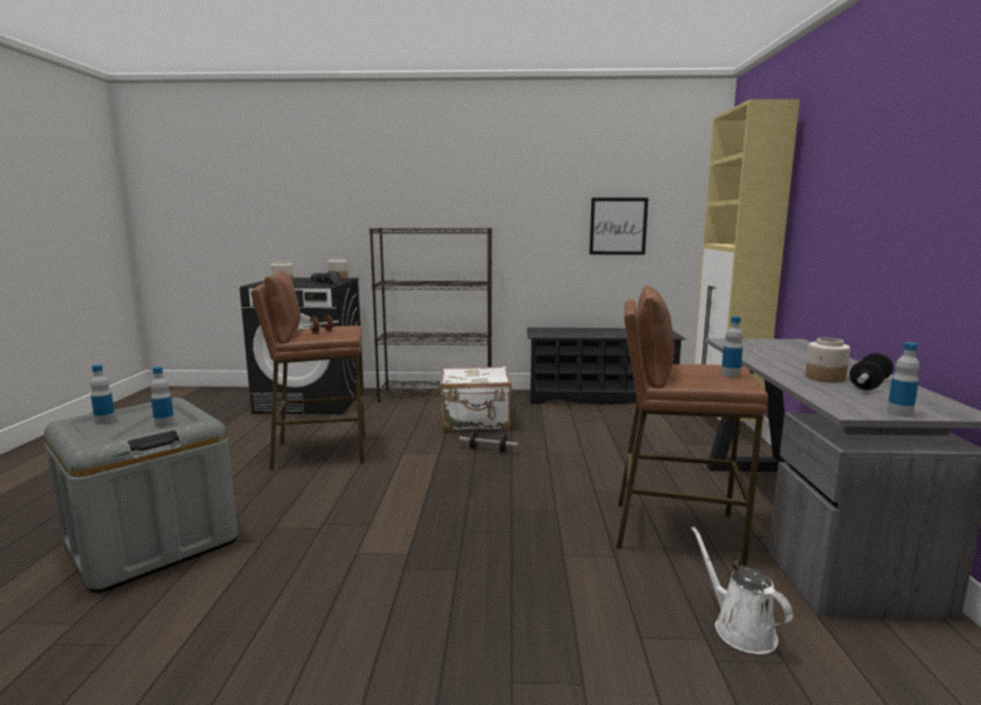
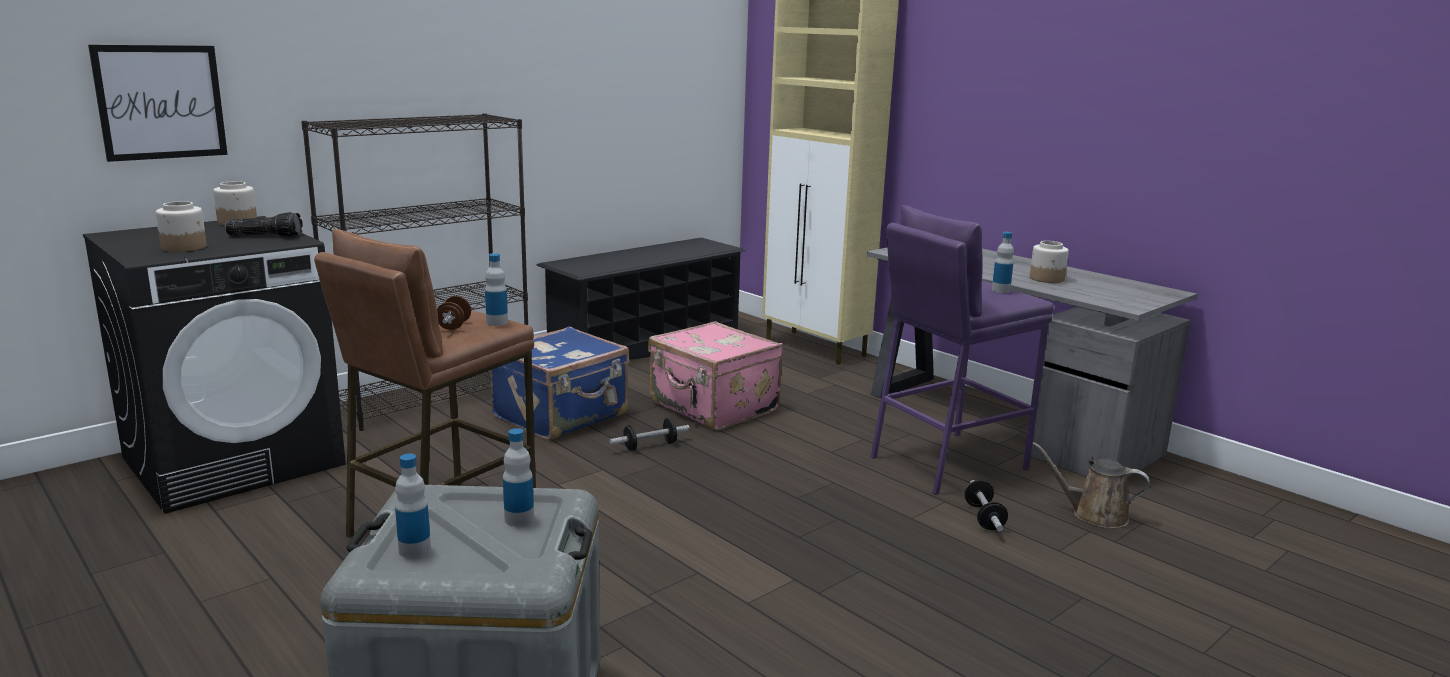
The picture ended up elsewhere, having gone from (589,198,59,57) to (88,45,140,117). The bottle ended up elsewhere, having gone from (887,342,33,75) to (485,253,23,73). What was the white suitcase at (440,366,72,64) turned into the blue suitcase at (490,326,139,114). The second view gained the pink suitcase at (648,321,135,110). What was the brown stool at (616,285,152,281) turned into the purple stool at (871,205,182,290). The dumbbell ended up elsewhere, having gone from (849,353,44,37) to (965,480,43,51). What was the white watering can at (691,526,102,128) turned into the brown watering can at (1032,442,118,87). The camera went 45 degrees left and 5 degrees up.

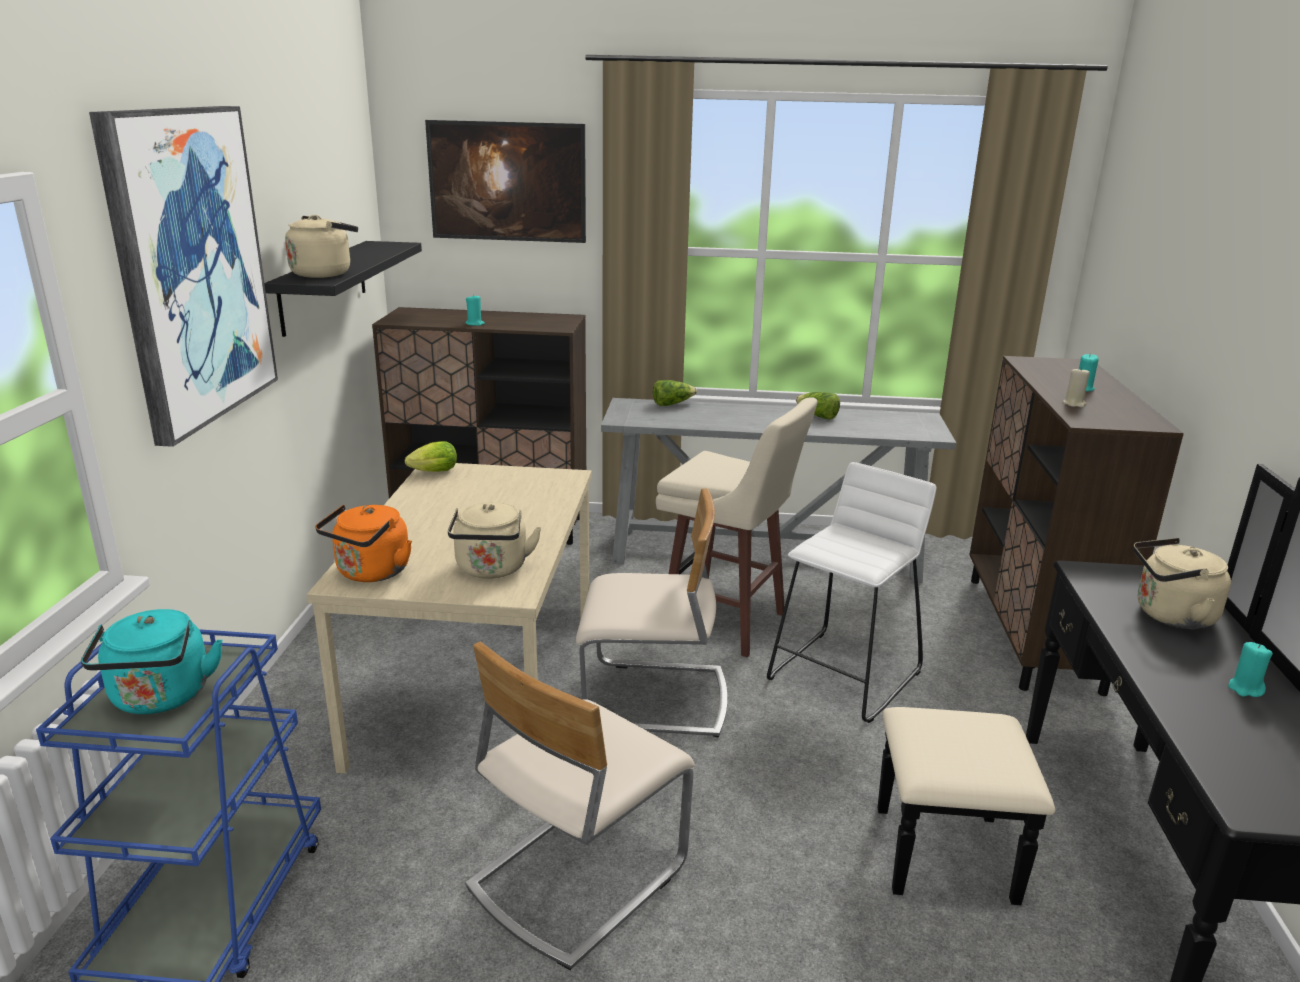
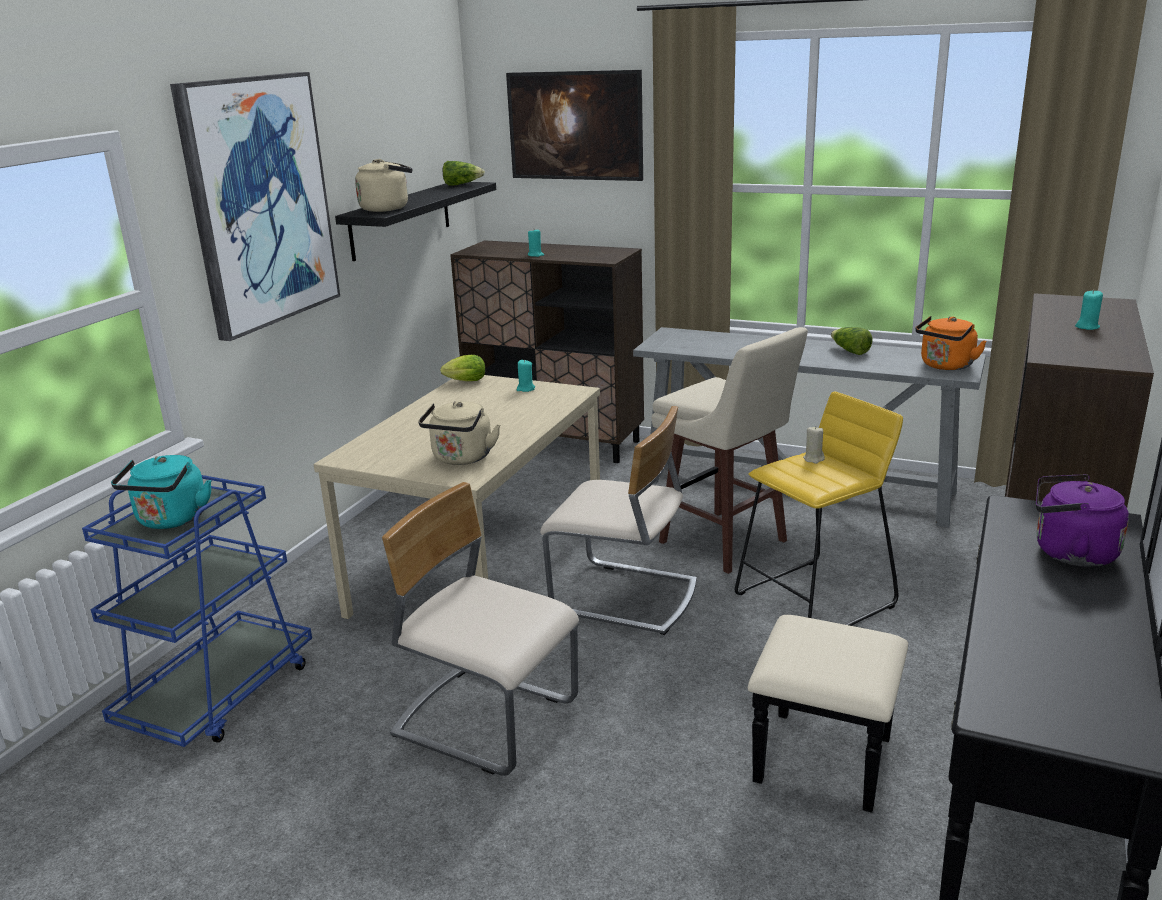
The beige chair at (465,642,230,328) ended up facing another way, 60 degrees clockwise from before. The lettuce ended up elsewhere, having gone from (653,380,44,26) to (443,161,42,25). The turquoise candle ended up elsewhere, having gone from (1228,642,45,55) to (517,360,18,32). What was the white stool at (767,462,169,261) turned into the yellow stool at (735,392,168,234). The beige candle ended up elsewhere, having gone from (1063,367,27,41) to (803,426,22,38). The orange kettle ended up elsewhere, having gone from (315,505,97,77) to (915,316,72,54). What was the beige kettle at (1134,538,97,91) turned into the purple kettle at (1036,474,93,93). The camera went 20 degrees right and 0 degrees up.

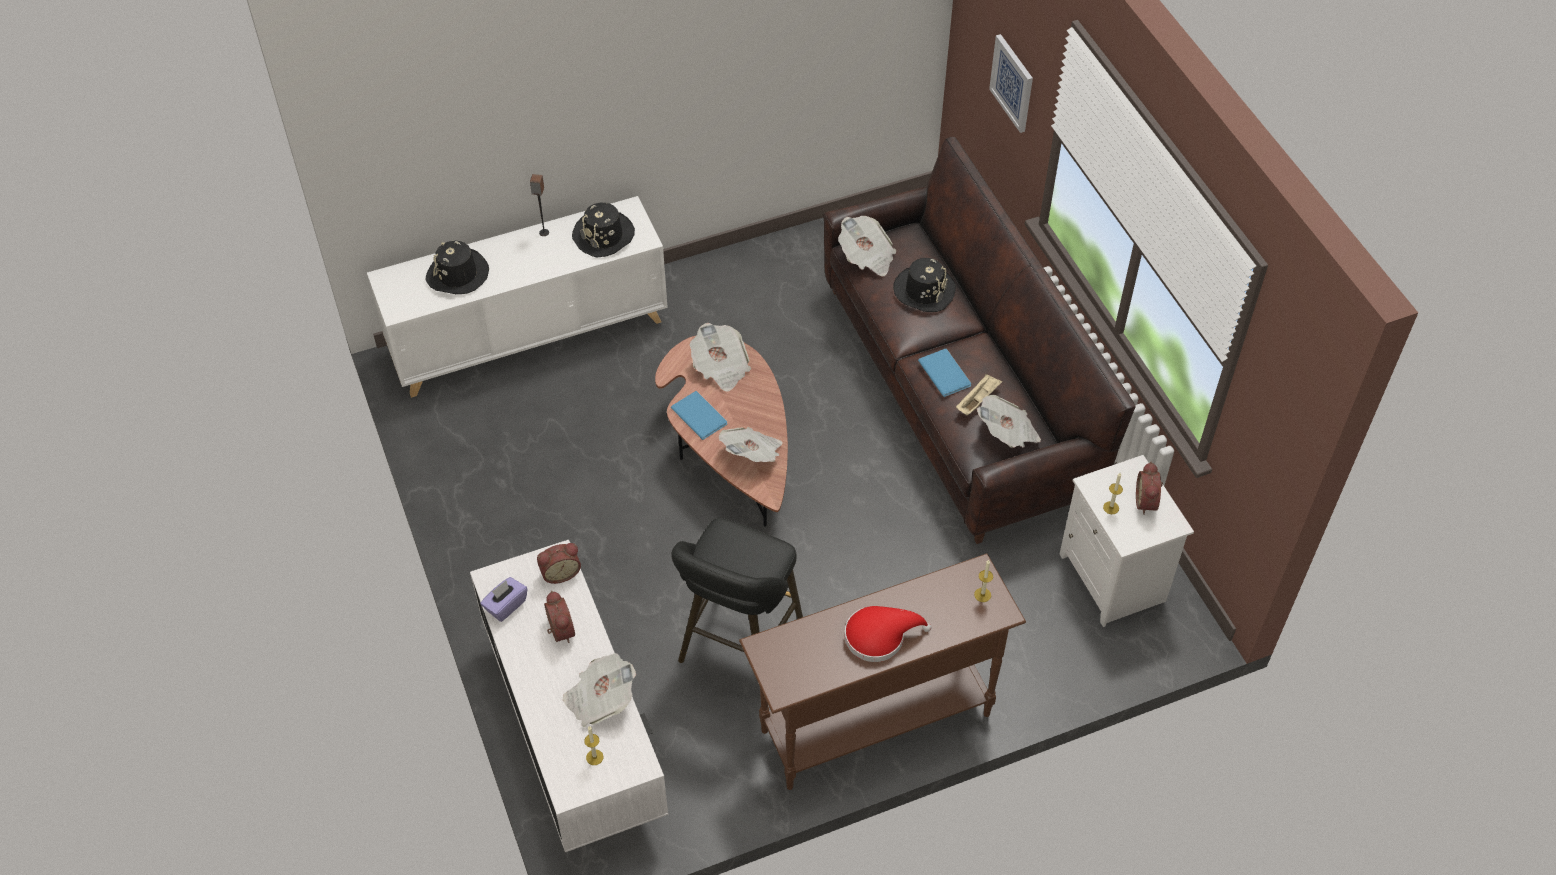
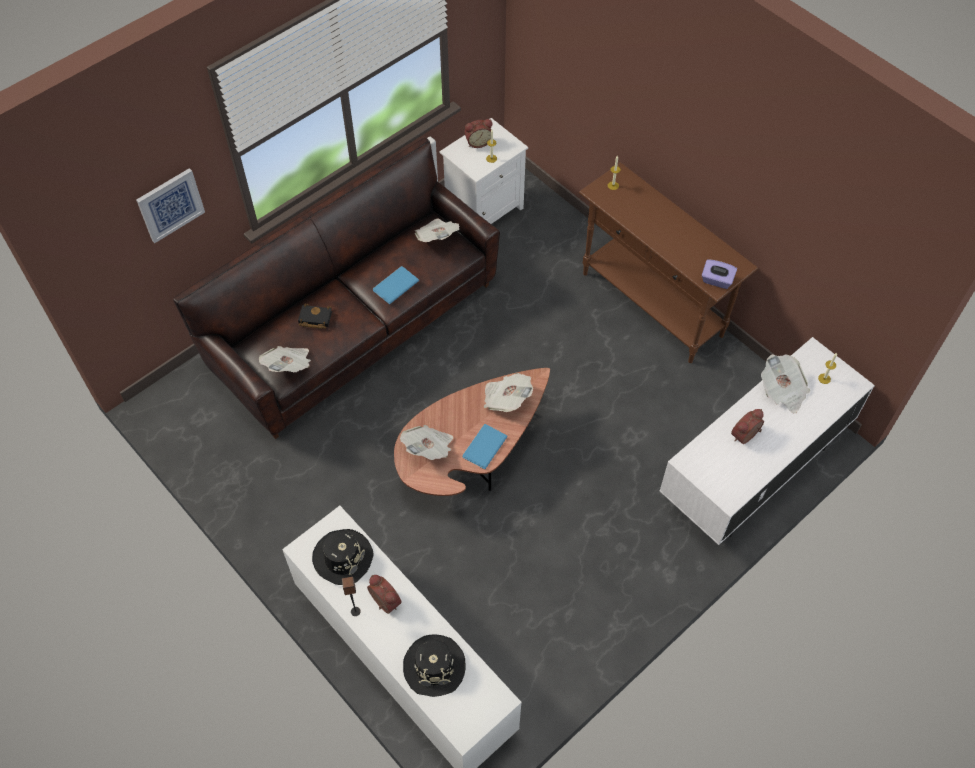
Where the black hat stood at (893,258,63,54), the black book came to stand at (298,304,34,25). The alarm clock ended up elsewhere, having gone from (537,543,44,41) to (367,575,35,39). The purple tissue box ended up elsewhere, having gone from (480,577,48,45) to (702,259,35,30). The second view lost the black stool at (671,518,132,145). The second view lost the red hat at (844,606,87,56). The second view lost the beige tray at (956,374,46,42). The camera went 110 degrees left and 5 degrees up.

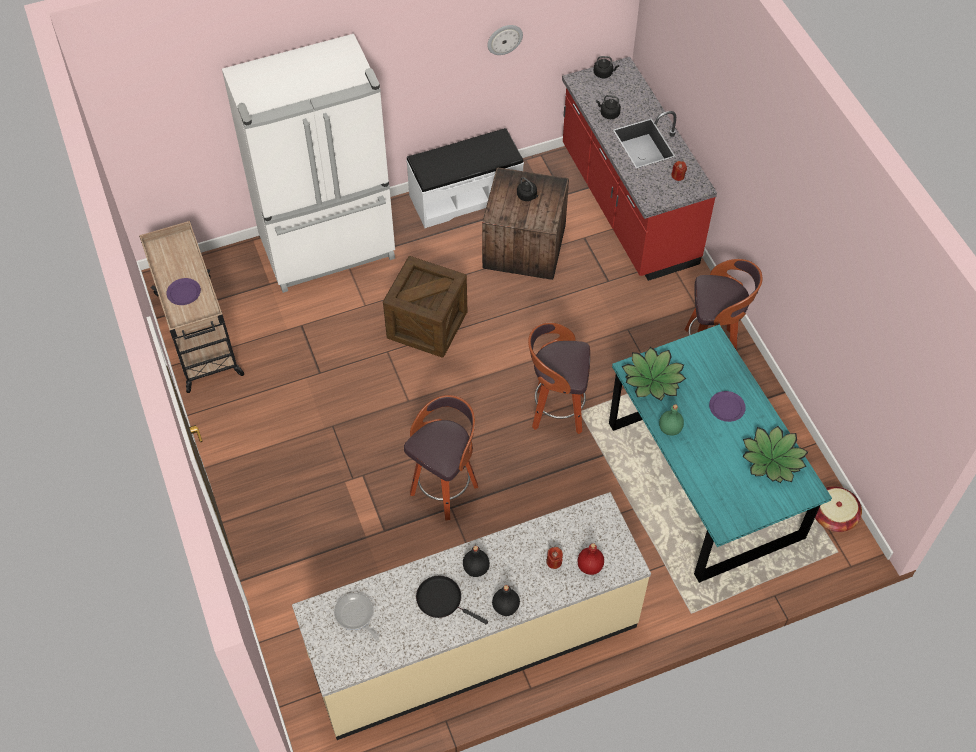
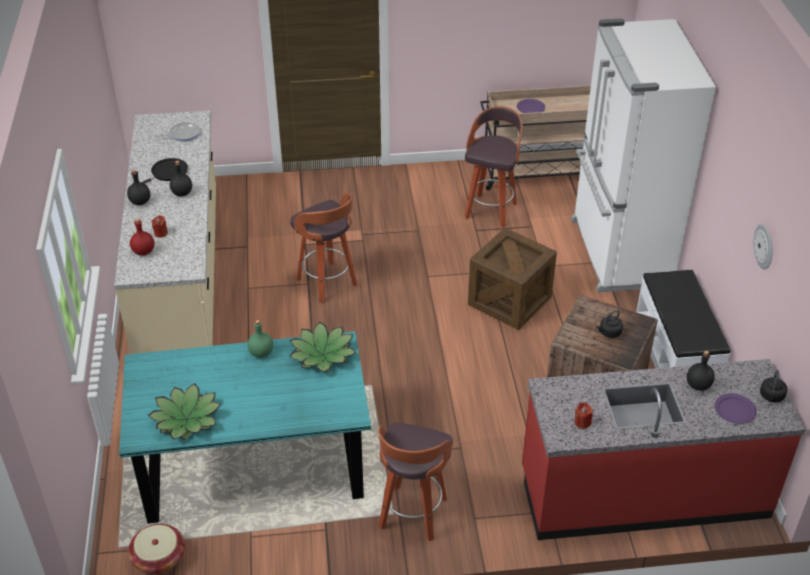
The stool ended up elsewhere, having gone from (528,323,62,111) to (465,106,58,121). Where the black kettle stood at (596,95,25,24), the black bottle came to stand at (687,351,28,40). The purple plate ended up elsewhere, having gone from (709,391,37,31) to (715,393,42,31). The camera went 105 degrees right and 15 degrees down.

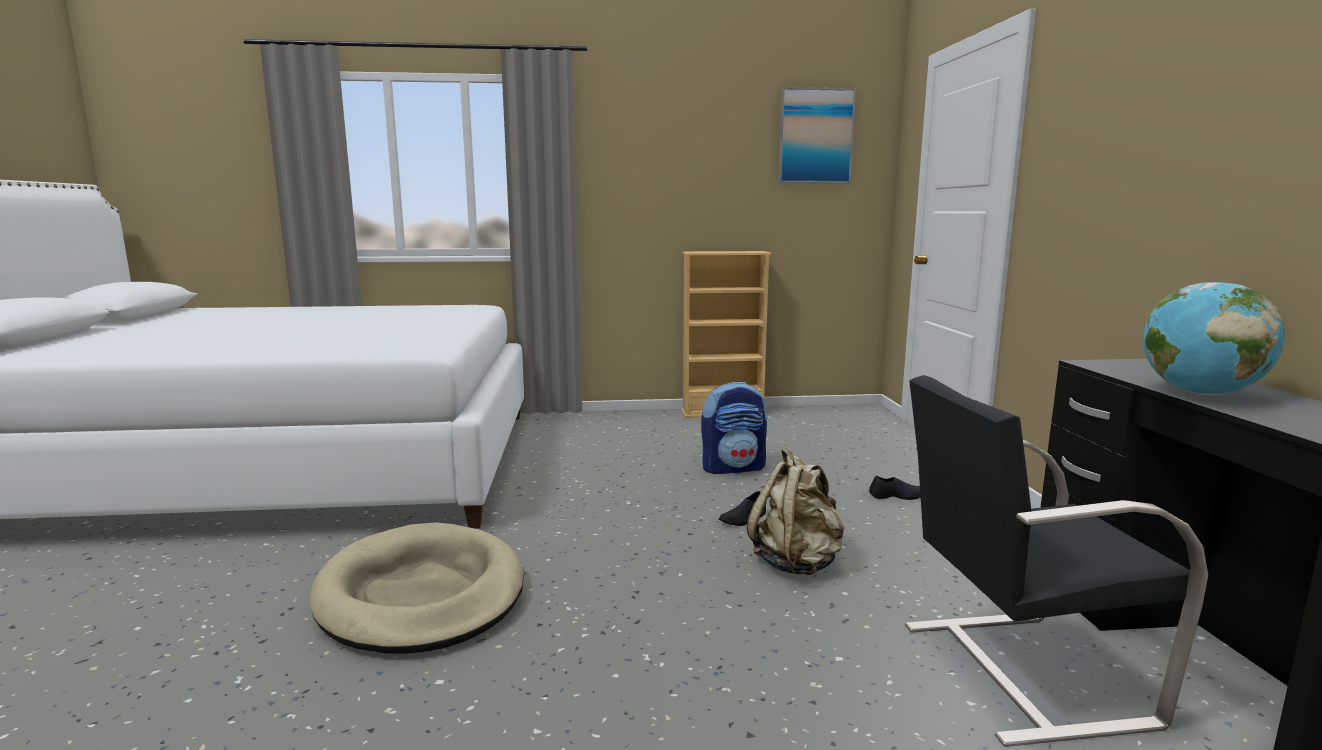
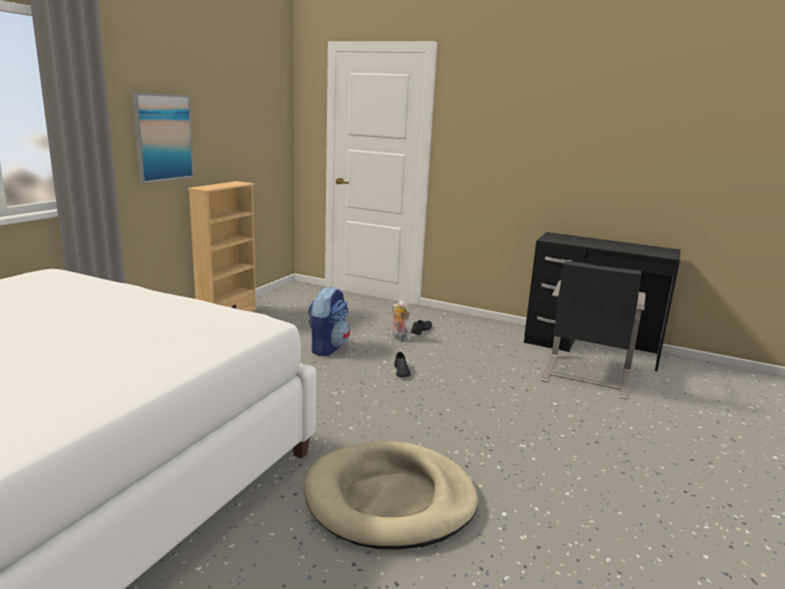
The picture ended up elsewhere, having gone from (778,87,78,96) to (132,93,62,90). The second view gained the plush toy at (392,300,20,42). The second view lost the beige backpack at (747,448,98,127). The second view lost the globe at (1143,282,142,113). The camera went 60 degrees left and 5 degrees up.

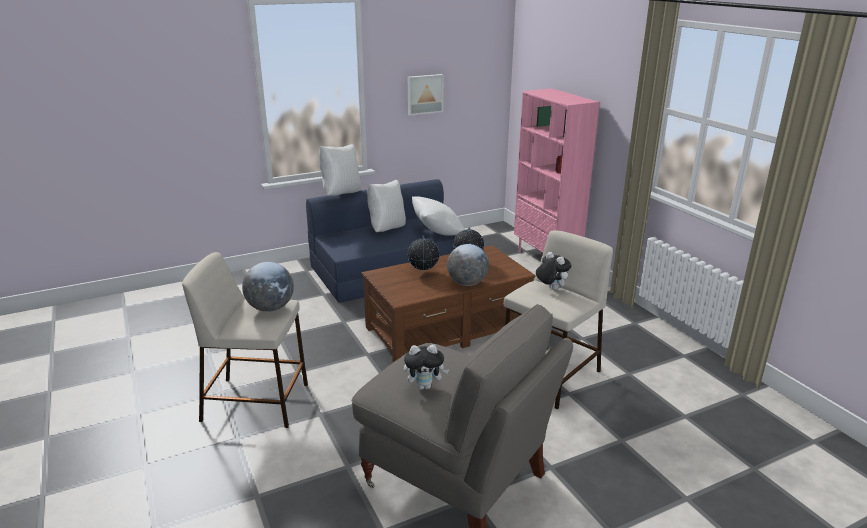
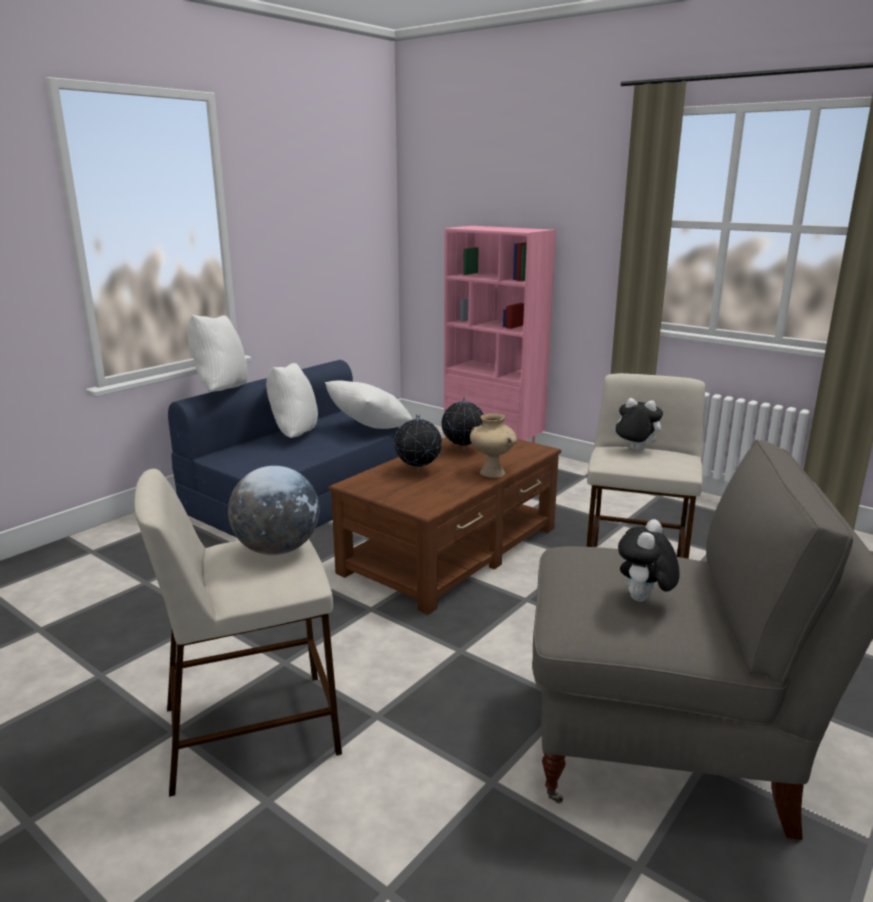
Where the globe stood at (447,244,42,42), the beige vase came to stand at (470,413,47,65). The plush toy at (404,344,45,46) ended up facing another way, 150 degrees clockwise from before. The second view lost the picture at (408,74,35,41). The camera went 25 degrees left and 5 degrees down.

